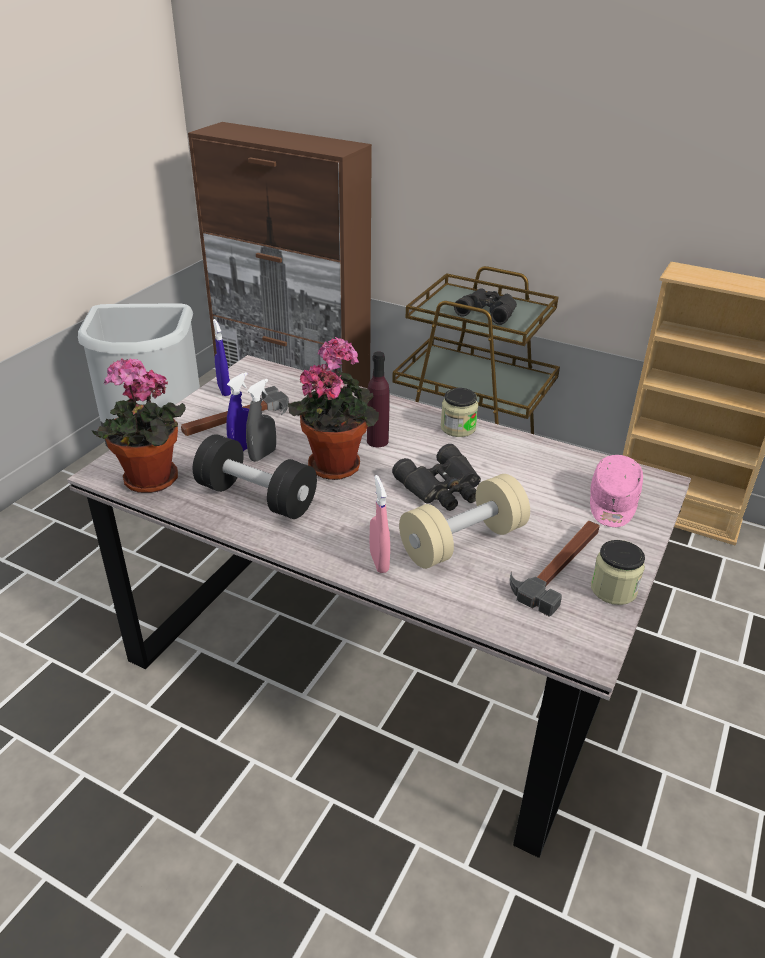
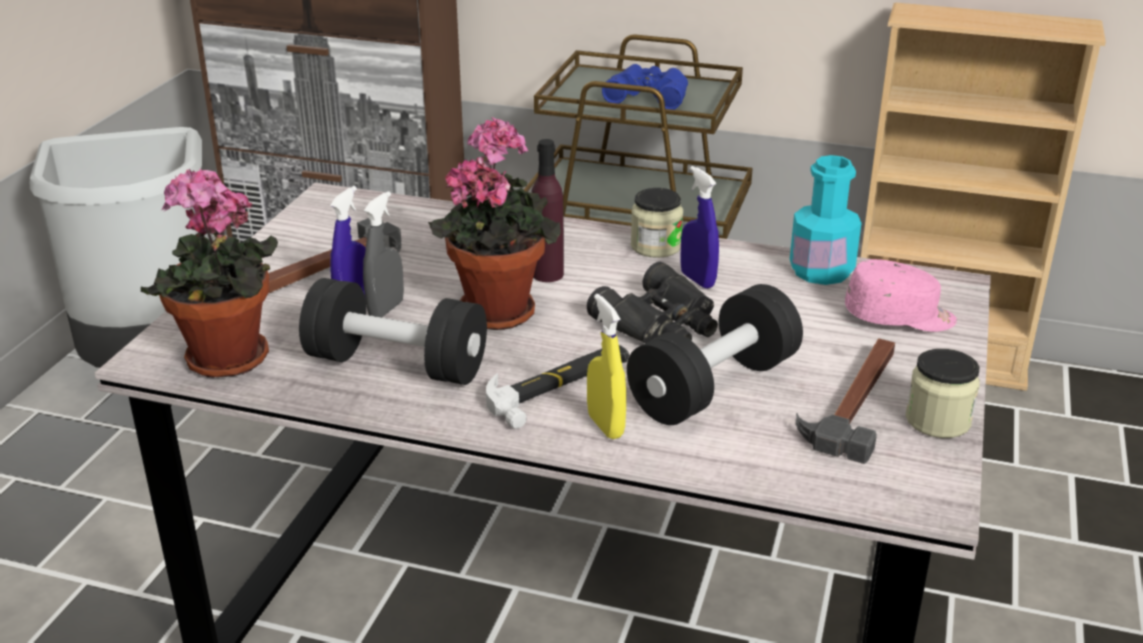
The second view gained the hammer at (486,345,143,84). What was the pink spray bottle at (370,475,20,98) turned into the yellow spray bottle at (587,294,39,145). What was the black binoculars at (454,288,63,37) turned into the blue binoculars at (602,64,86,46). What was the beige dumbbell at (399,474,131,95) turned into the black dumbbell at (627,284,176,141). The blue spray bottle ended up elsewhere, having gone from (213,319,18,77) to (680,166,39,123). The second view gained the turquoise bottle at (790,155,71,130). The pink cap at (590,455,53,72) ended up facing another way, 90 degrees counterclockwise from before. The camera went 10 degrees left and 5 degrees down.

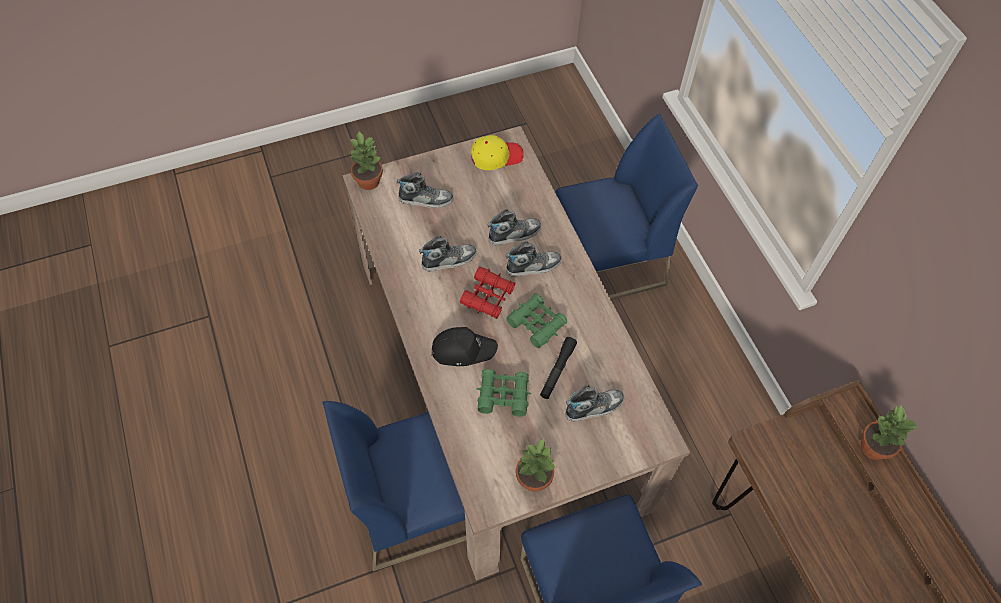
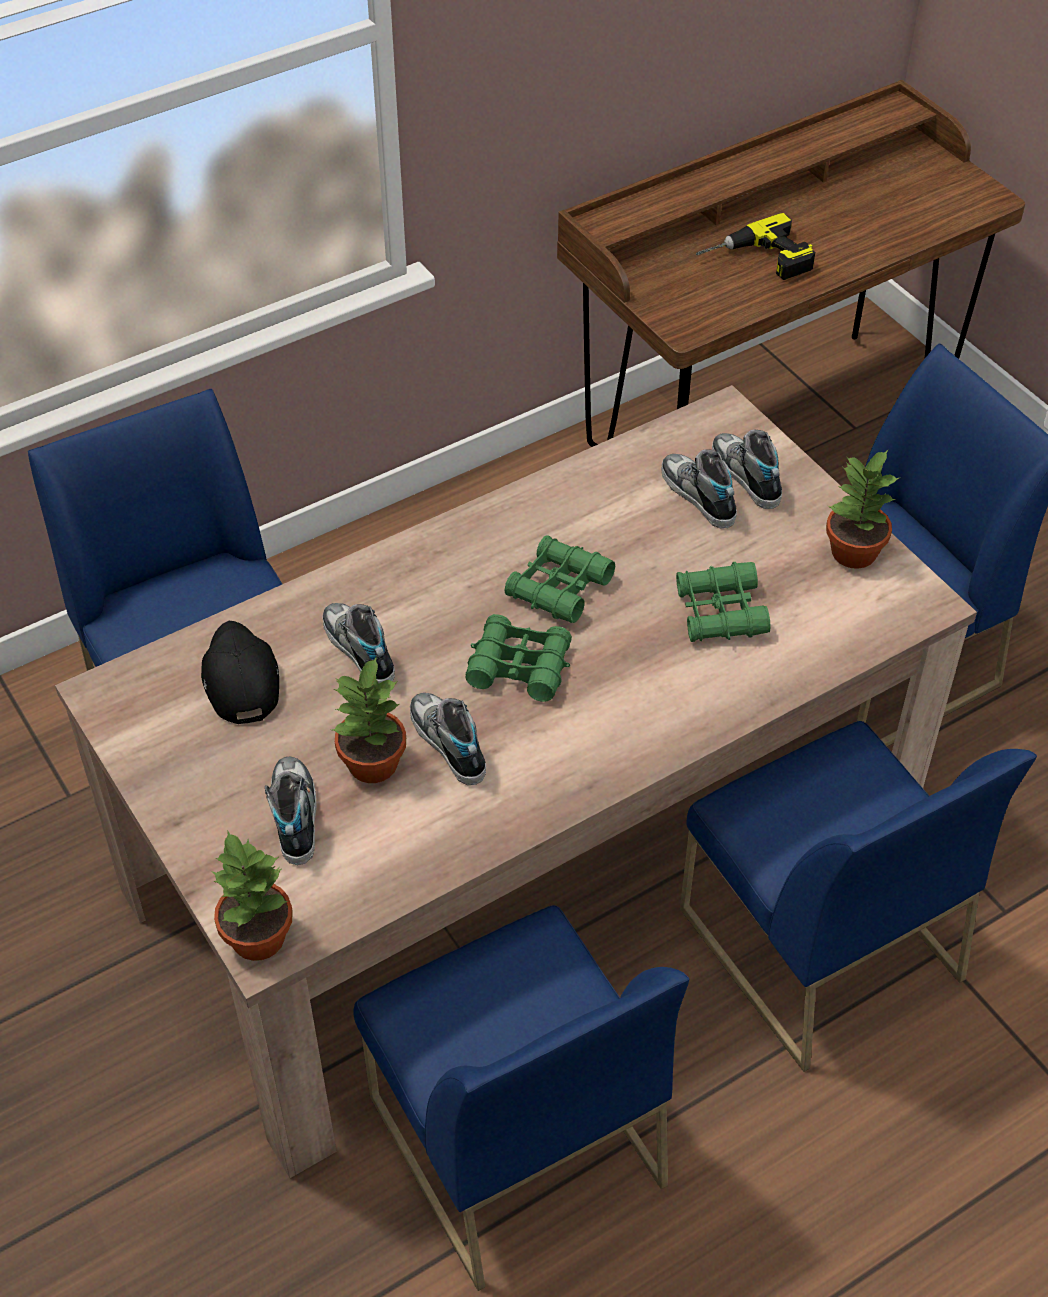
The black cap ended up elsewhere, having gone from (431,327,67,39) to (201,621,78,103). The potted plant ended up elsewhere, having gone from (861,405,57,55) to (332,656,74,127). The second view gained the blue chair at (353,905,336,386). What was the red binoculars at (460,266,55,53) turned into the green binoculars at (466,614,106,88). The second view gained the power drill at (696,213,119,67). The shoe ended up elsewhere, having gone from (506,241,55,35) to (712,430,70,79). The second view lost the yellow cap at (471,135,53,35). The second view lost the black flashlight at (540,337,37,62). The camera went 100 degrees left and 10 degrees down.

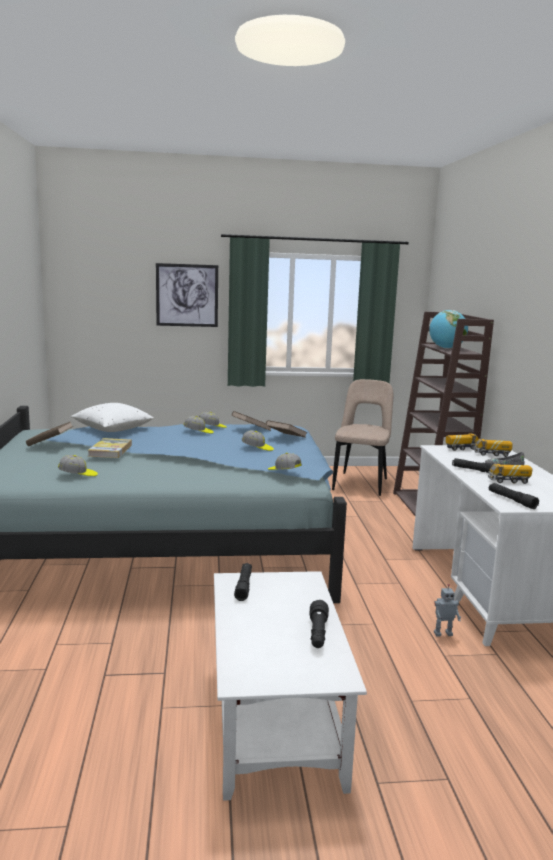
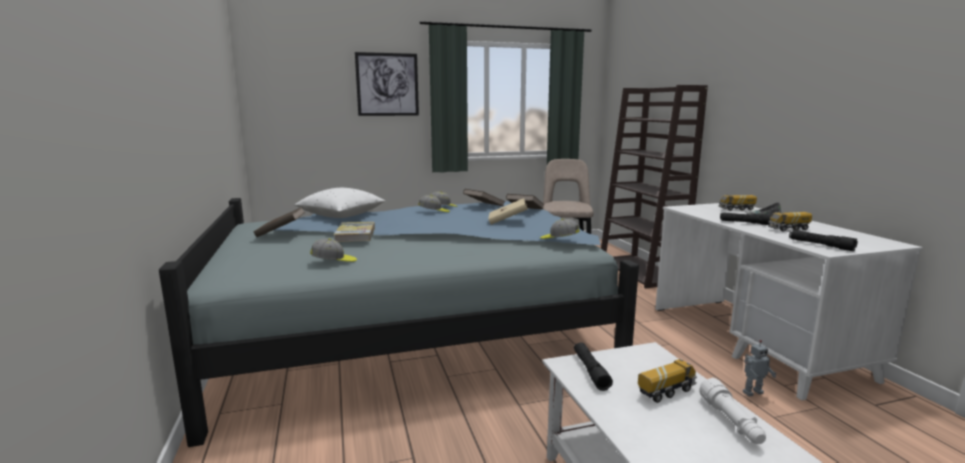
Where the cap stood at (241,430,33,21), the beige book came to stand at (488,198,39,27). The toy truck ended up elsewhere, having gone from (446,433,33,18) to (638,359,59,44). What was the black flashlight at (310,600,19,48) turned into the white flashlight at (700,378,66,66). The second view lost the globe at (429,310,39,39). The camera went 10 degrees left and 0 degrees up.

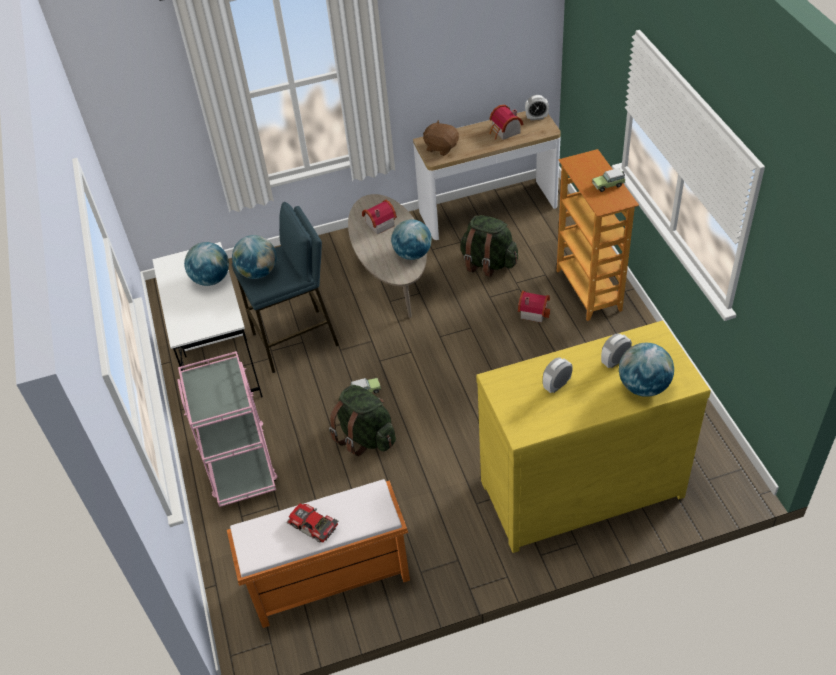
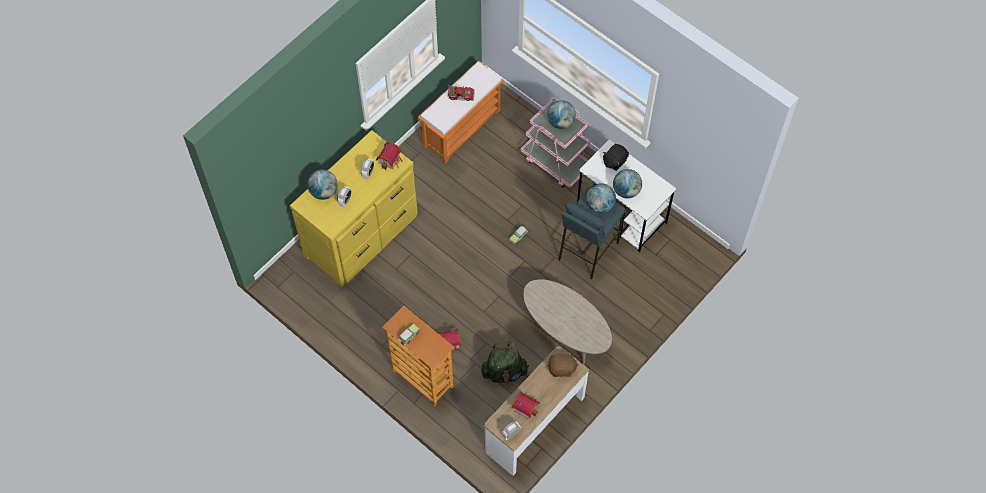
The toy house ended up elsewhere, having gone from (362,200,35,35) to (376,142,27,28). The globe ended up elsewhere, having gone from (391,219,41,41) to (547,100,29,29). The second view gained the black plush toy at (603,144,26,27). The second view lost the green backpack at (329,385,67,71). The camera went 145 degrees right and 15 degrees up.

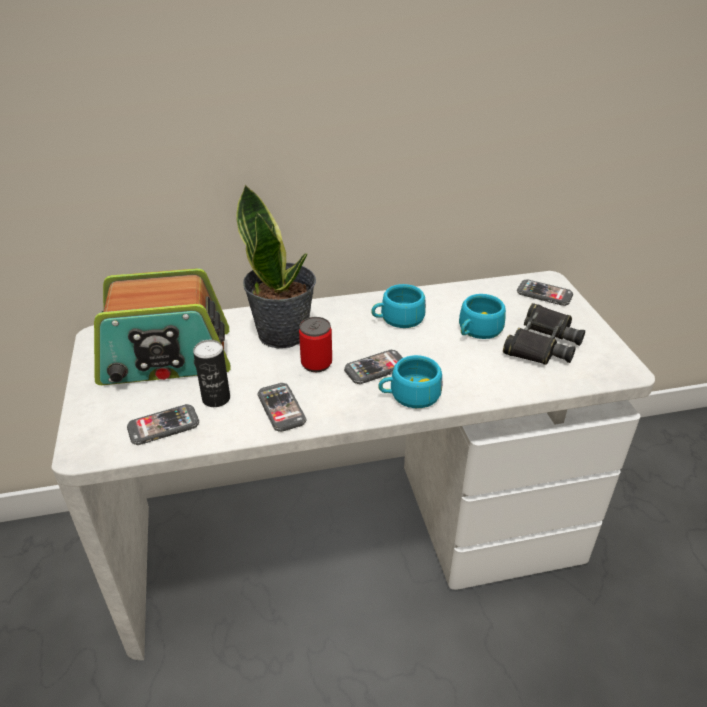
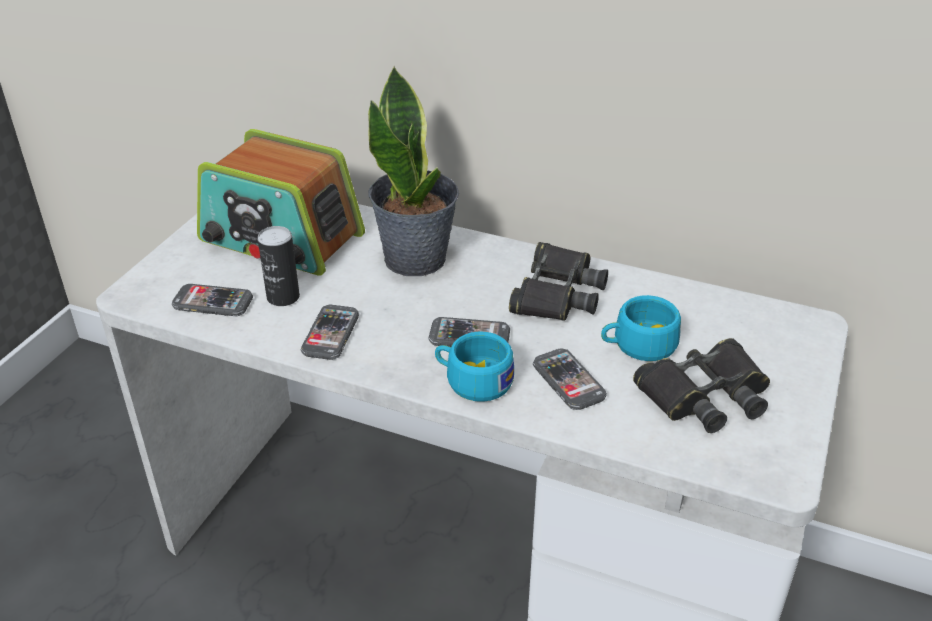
Where the turquoise cup stood at (371,284,55,44), the black binoculars came to stand at (509,242,99,79). The phone ended up elsewhere, having gone from (517,279,56,27) to (533,349,74,61). The second view lost the can at (299,317,33,55). The camera went 35 degrees right and 0 degrees up.

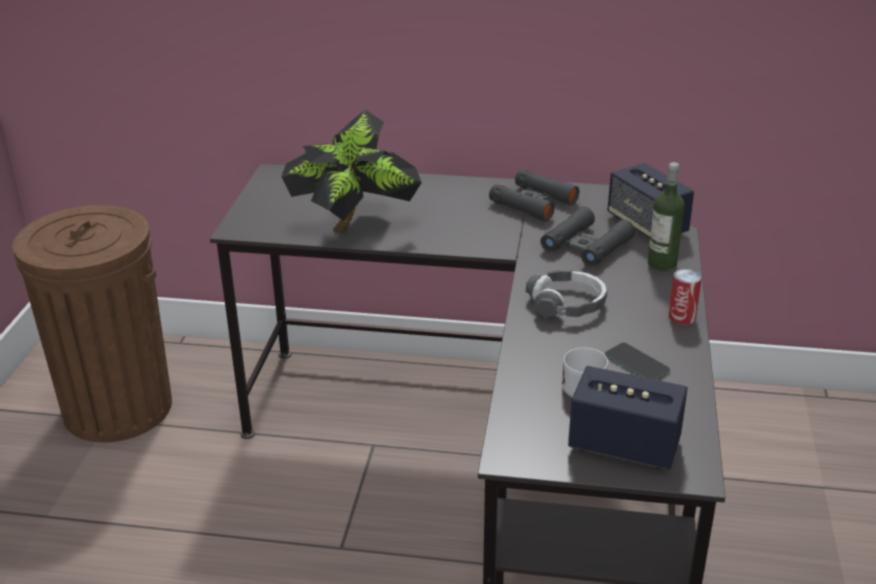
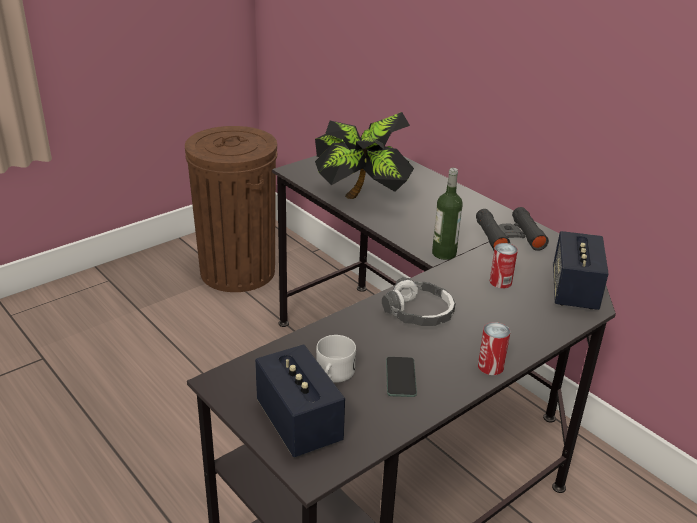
The bottle ended up elsewhere, having gone from (648,162,37,110) to (432,168,31,92). Where the black binoculars stood at (541,207,94,59), the can came to stand at (490,243,28,46). The camera went 40 degrees right and 0 degrees up.

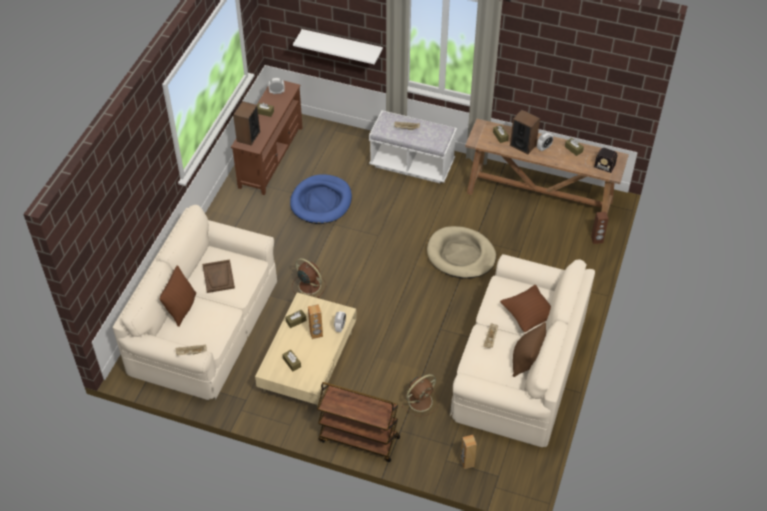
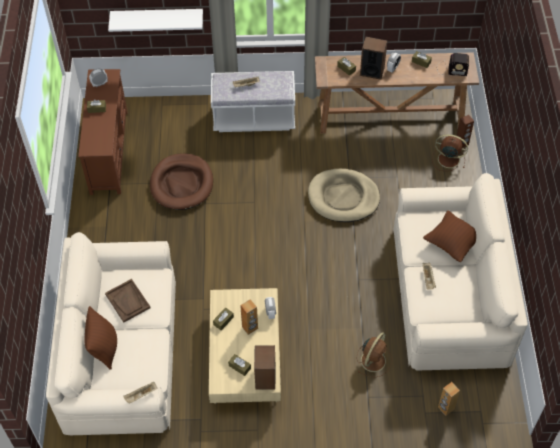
What was the blue dog bed at (290,174,62,50) turned into the brown dog bed at (150,153,63,57). The speaker ended up elsewhere, having gone from (233,101,27,45) to (254,345,21,45). The brown fan ended up elsewhere, having gone from (292,258,34,40) to (432,134,36,37). The second view lost the brown cart at (317,382,83,80). The second view lost the brown pillow at (513,322,33,55). The camera went 20 degrees left and 5 degrees up.

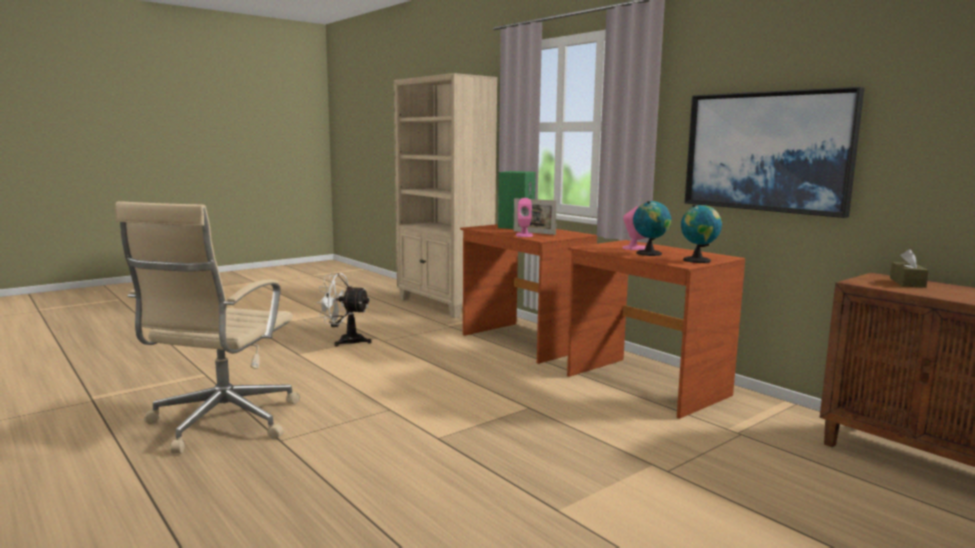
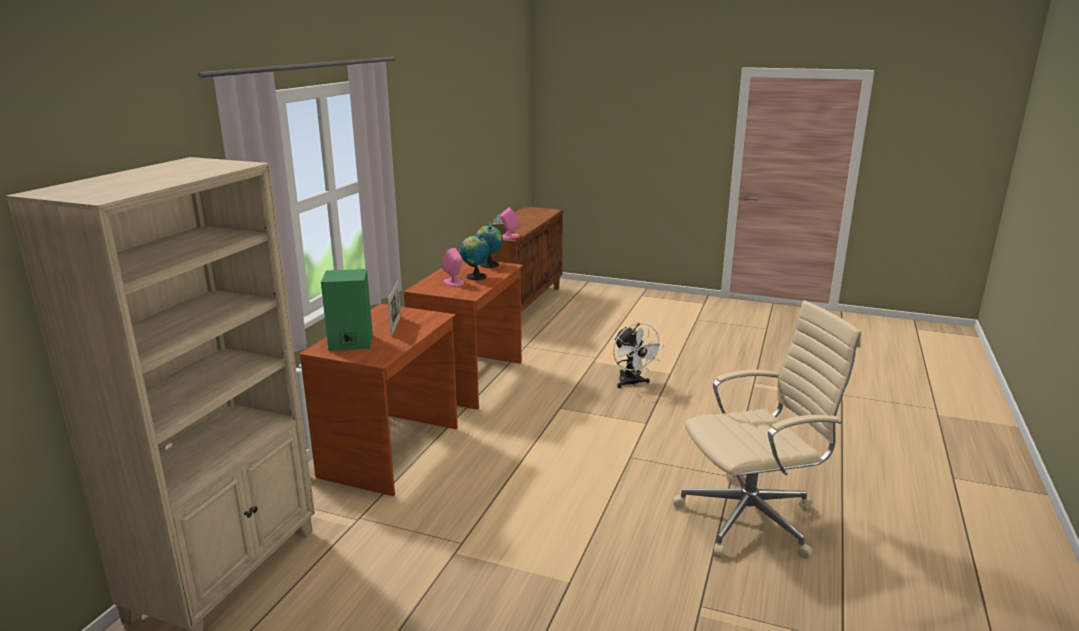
The pink speaker ended up elsewhere, having gone from (516,198,17,39) to (500,207,20,32). The white fan ended up elsewhere, having gone from (317,273,54,73) to (613,323,50,65). The second view lost the picture at (685,87,179,131). The camera went 120 degrees left and 10 degrees up.

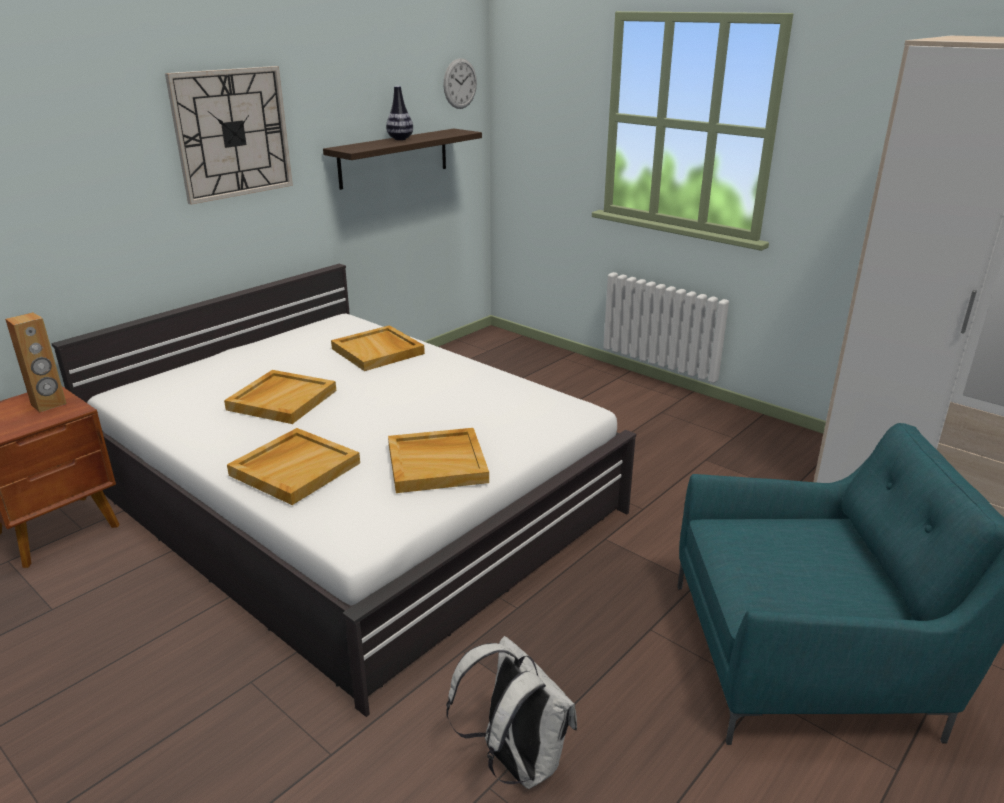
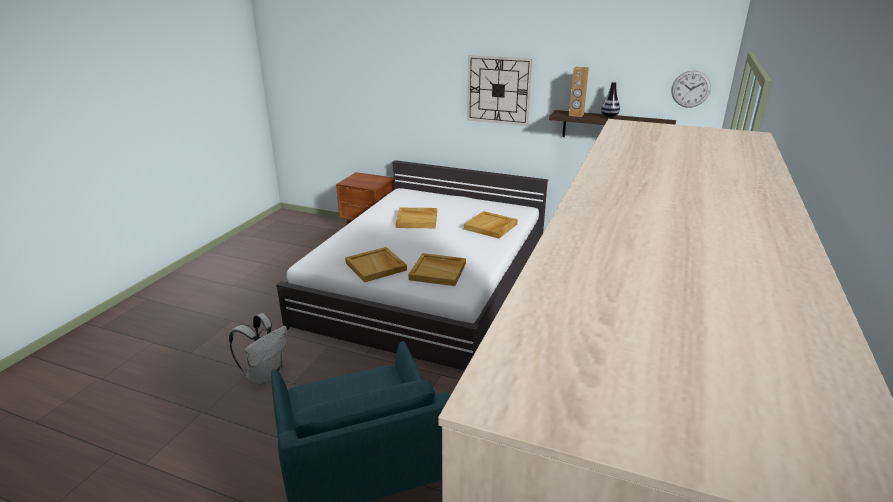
The beige tray ended up elsewhere, having gone from (227,428,133,77) to (409,253,57,33). The brown speaker ended up elsewhere, having gone from (5,312,62,100) to (569,67,20,50). The camera went 70 degrees right and 0 degrees up.

